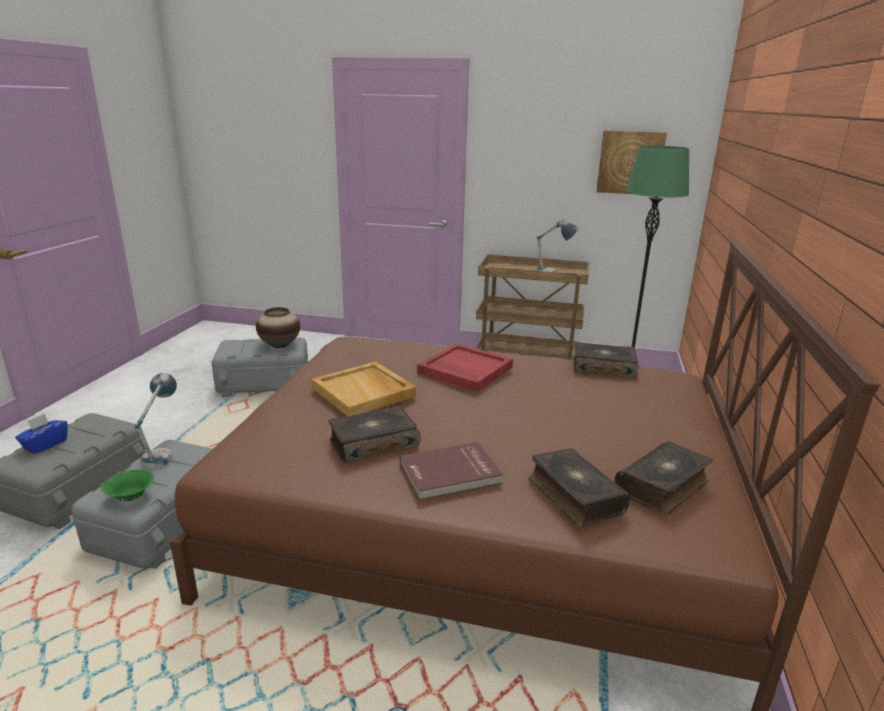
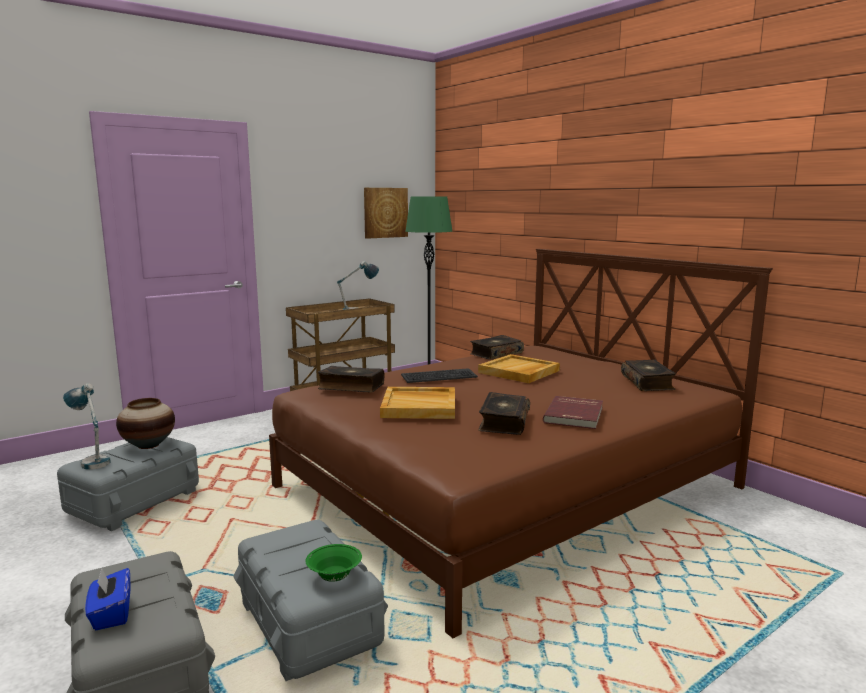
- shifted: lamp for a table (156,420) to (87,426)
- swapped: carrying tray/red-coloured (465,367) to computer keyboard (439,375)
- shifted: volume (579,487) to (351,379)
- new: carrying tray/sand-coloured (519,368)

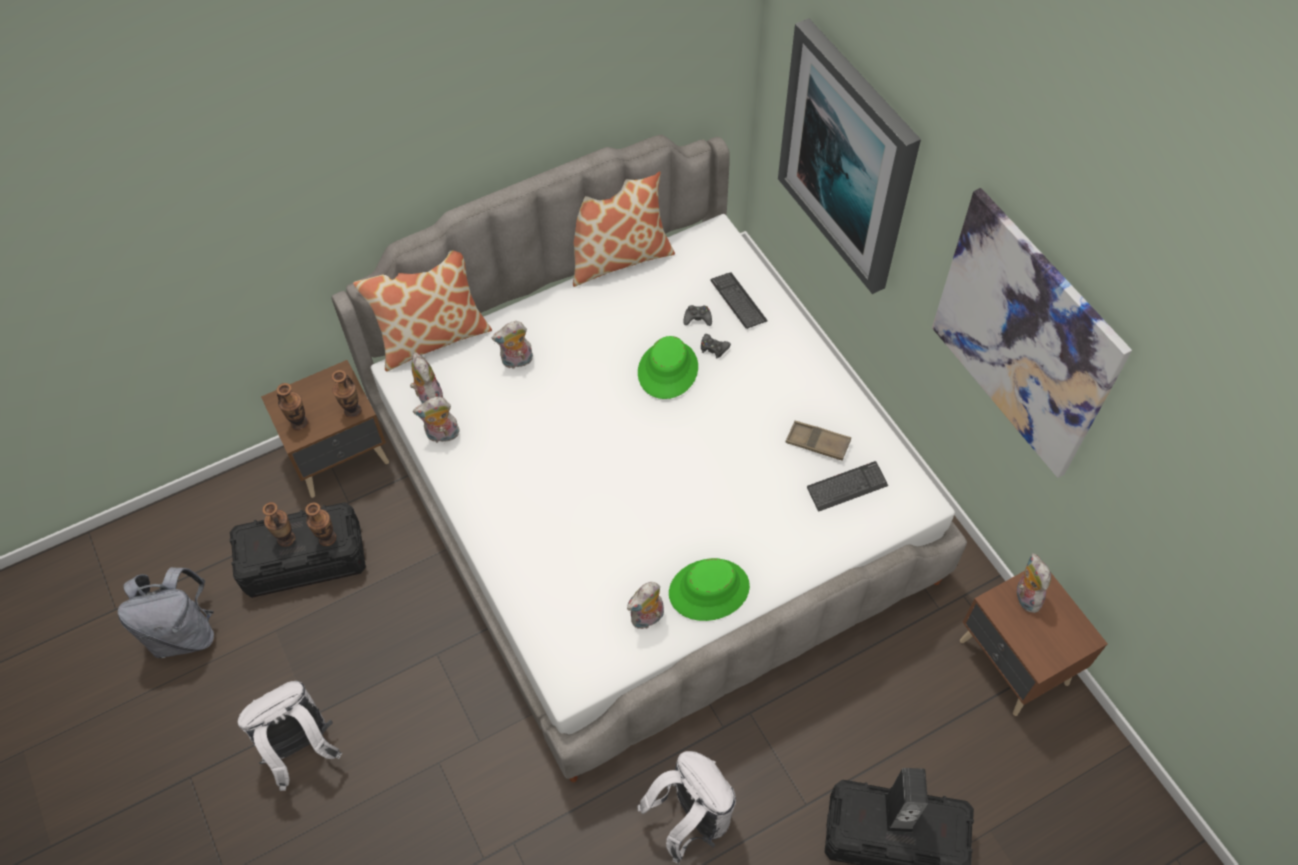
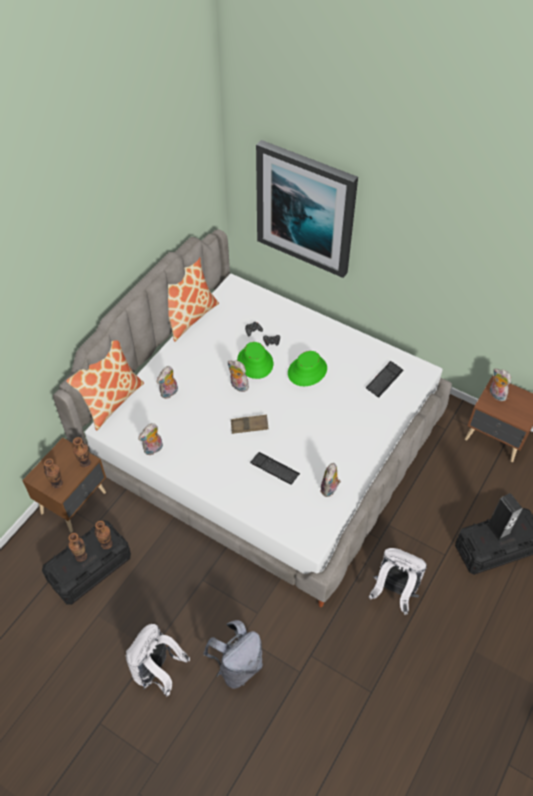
- shifted: backpack/gray (166,612) to (233,654)
- shifted: soft toy (426,378) to (238,376)
- shifted: hat/greenish (709,589) to (307,368)
- shifted: computer keyboard (739,300) to (275,468)
- shifted: carrying tray/brown (818,440) to (249,424)
- gone: picture (1032,333)

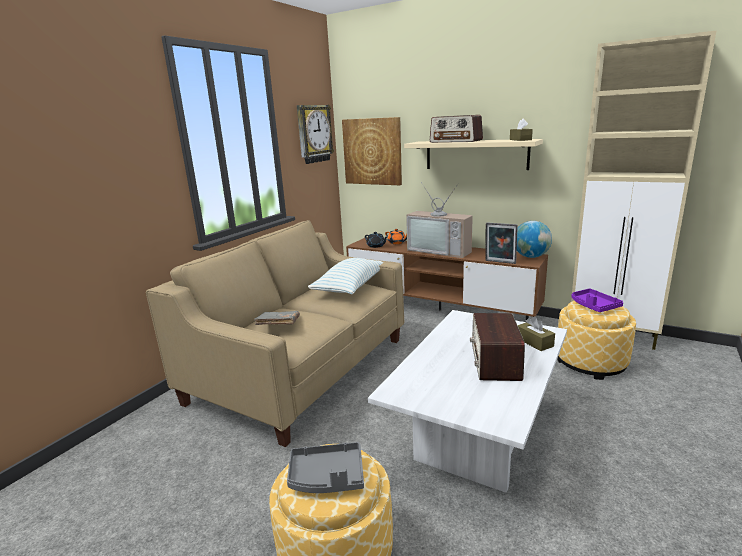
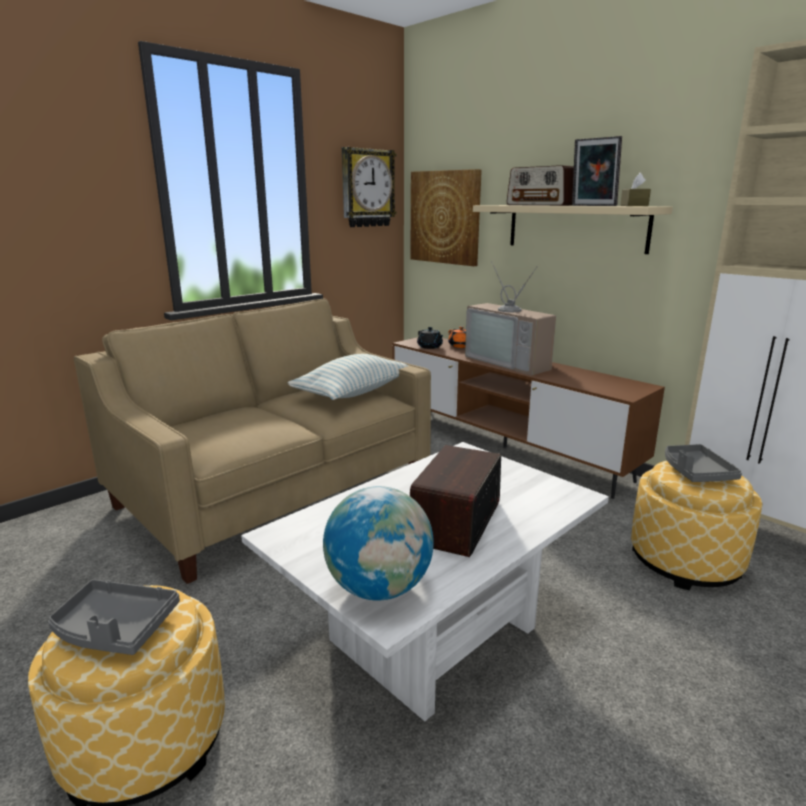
- gone: volume/gray (277,318)
- shifted: picture frame (501,243) to (597,171)
- shifted: world globe (534,239) to (378,543)
- gone: box of tissues/brown (536,333)
- repainted: carrying tray/purple (597,300) to carrying tray/gray (703,463)

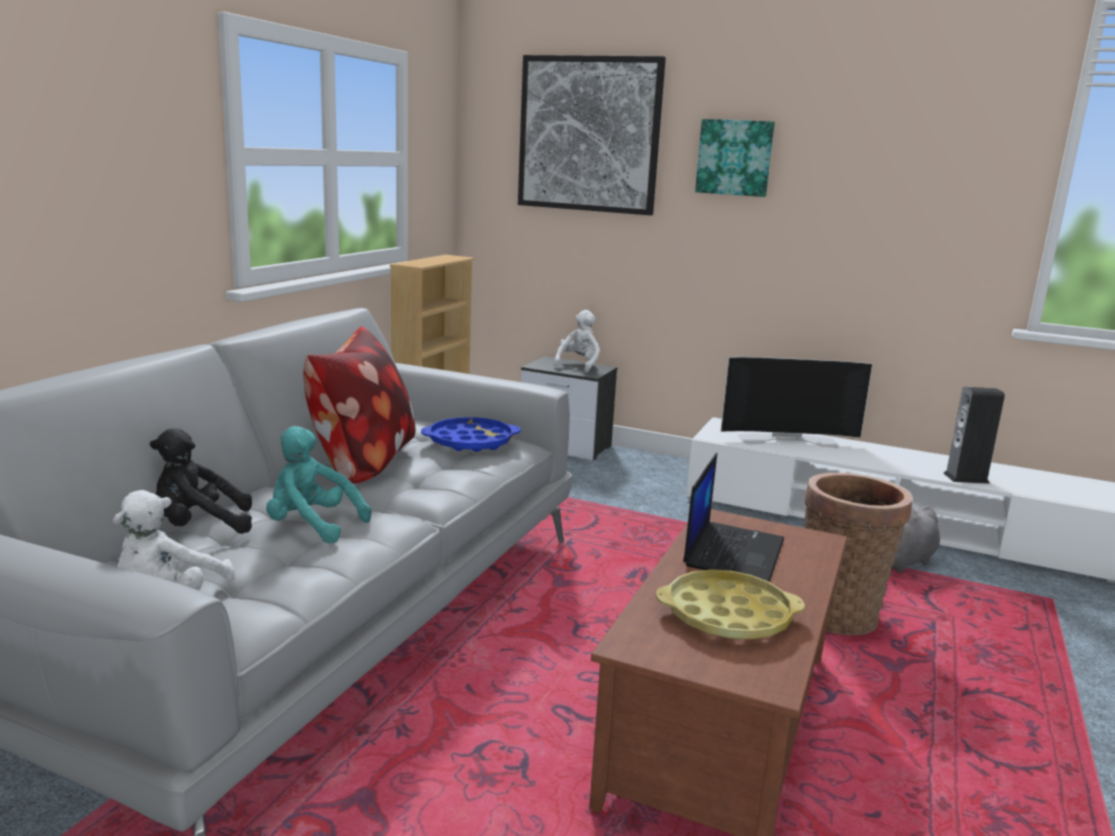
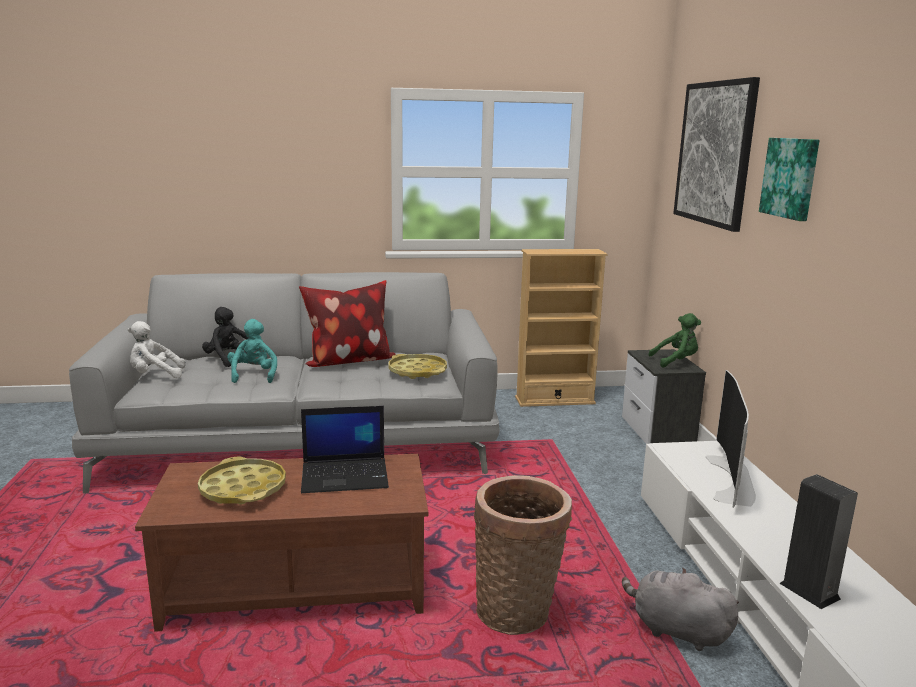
- repainted: carrying tray/blue-coloured (471,434) to carrying tray/yellowish (418,366)
- repainted: soft toy/white (576,341) to soft toy/greenish (674,340)
- rotated: TV (796,402) = (730,439) 45 degrees clockwise

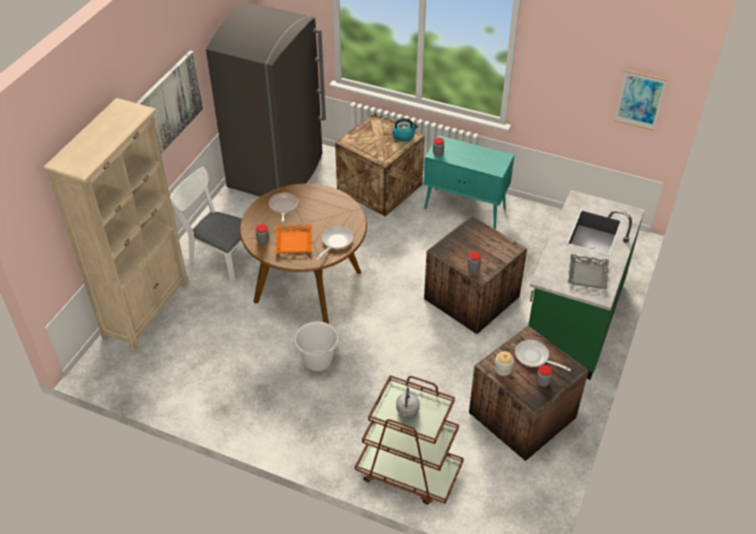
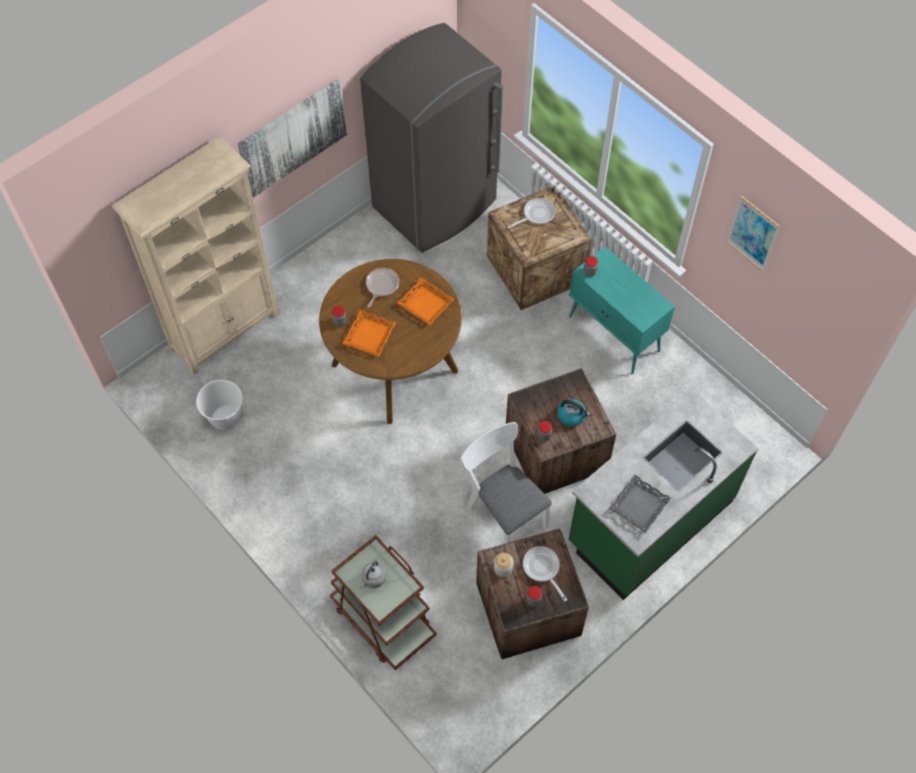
- shifted: upright chair/white (213,226) to (506,483)
- shifted: water bucket/white (317,346) to (219,404)
- shifted: skillet (334,243) to (531,213)
- shifted: kettle (405,129) to (573,412)
- shifted: picture (641,100) to (753,234)
- new: carrying tray/orange-coloured (425,301)

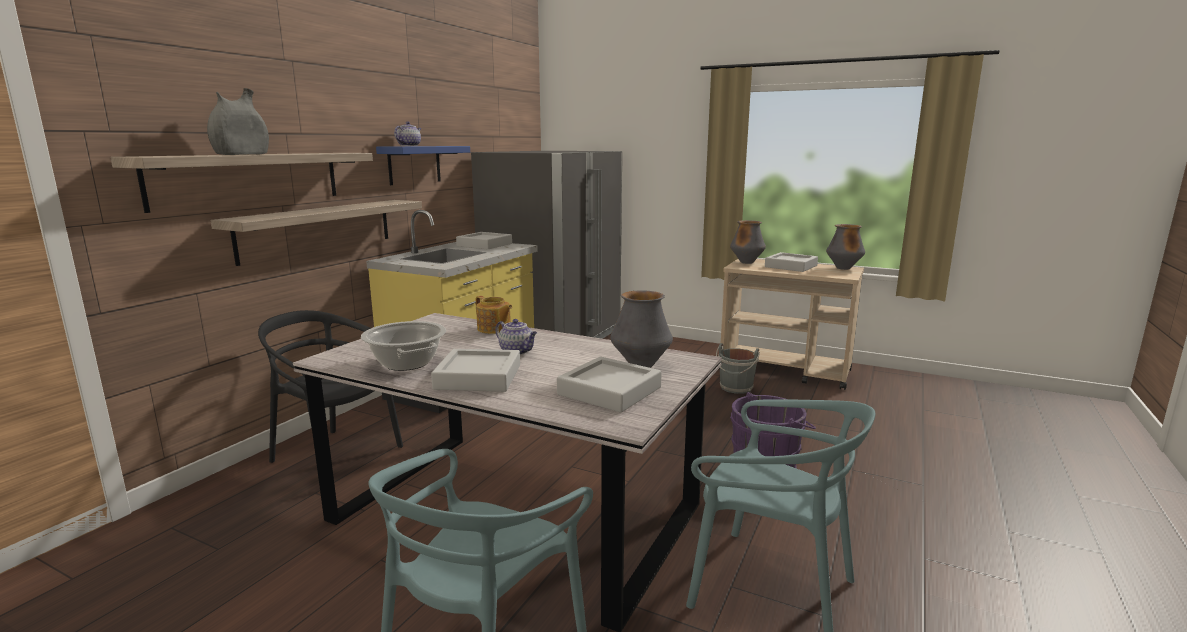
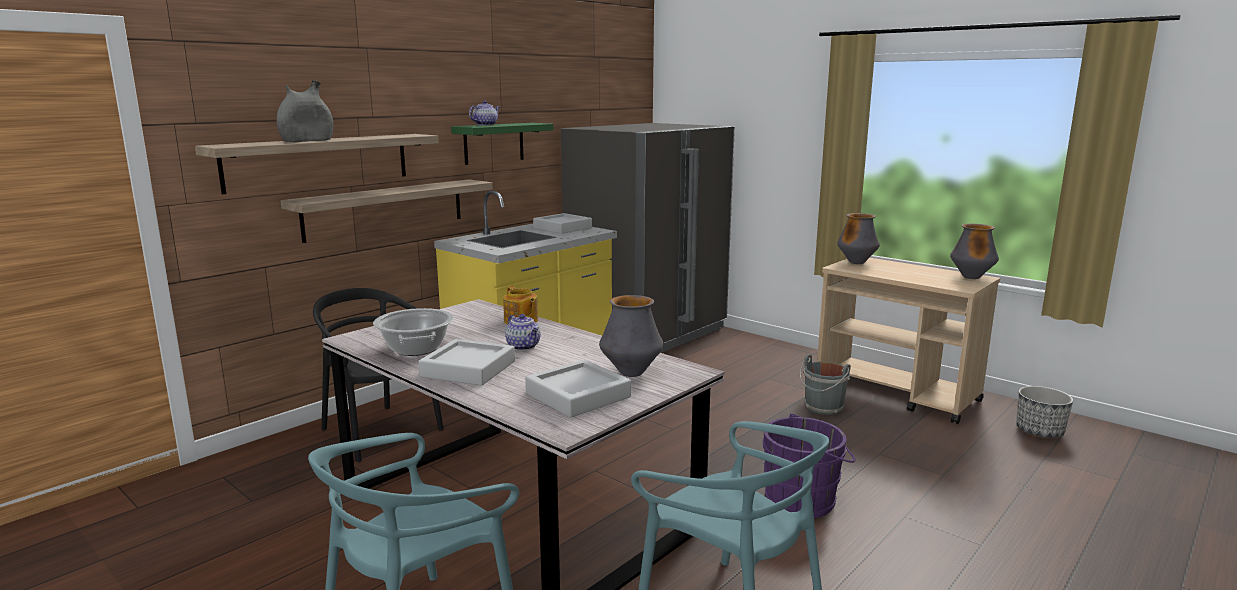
- repainted: bracket shelf/blue-coloured (423,165) to bracket shelf/greenish (502,144)
- gone: carrying tray/gray (791,262)
- new: plant pot (1044,412)

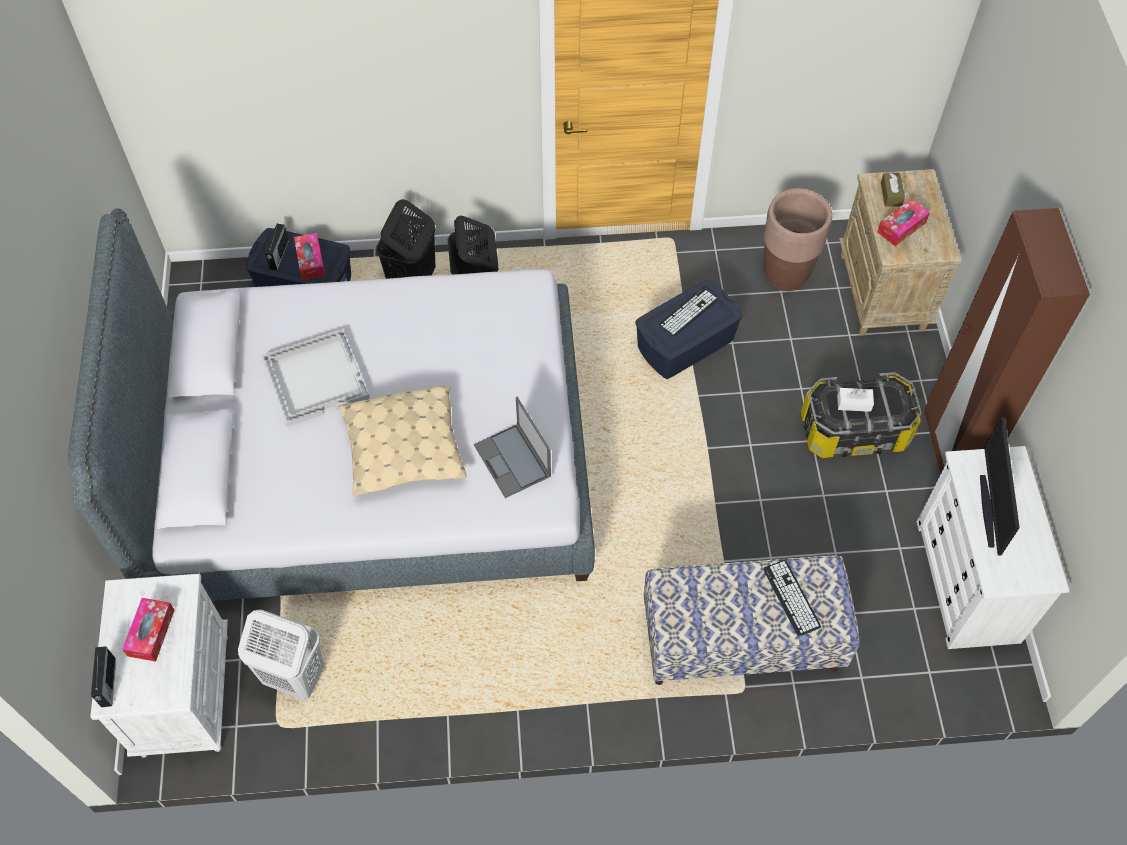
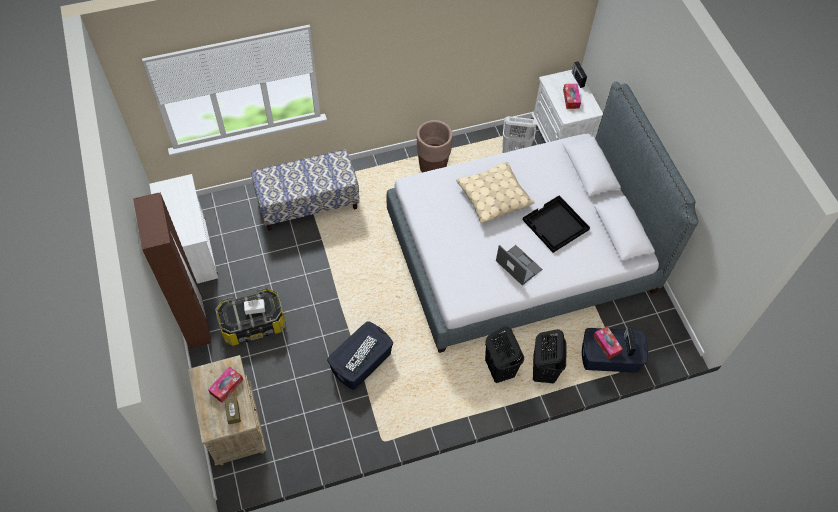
- repainted: carrying tray/white (315,378) to carrying tray/blackish (556,224)
- shifted: portable computer (512,447) to (519,265)
- gone: computer keyboard (792,598)
- shifted: plant pot/brown (798,239) to (435,146)
- gone: computer screen (1000,486)

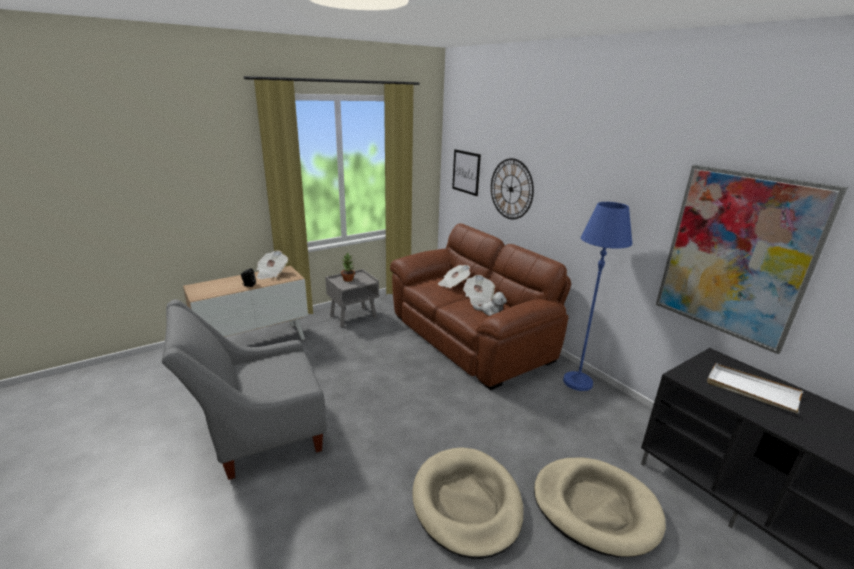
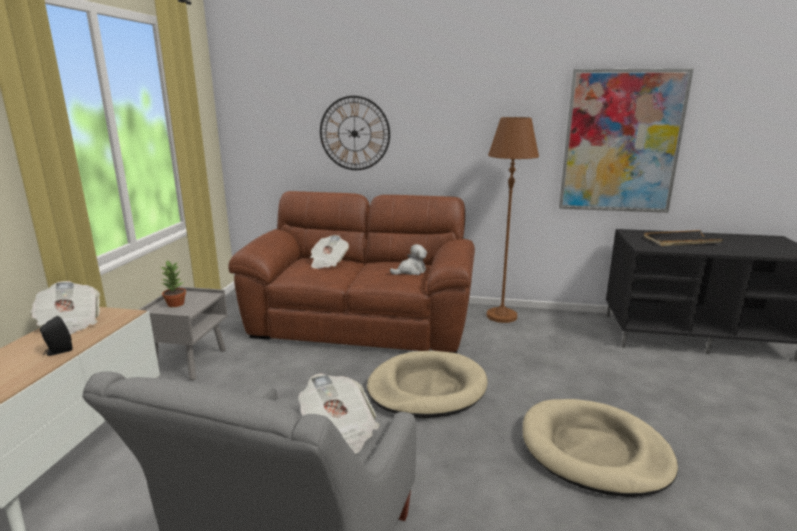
- gone: picture (466,172)
- shifted: newspaper (479,290) to (339,413)
- shifted: dog cushion/sand-coloured (600,507) to (427,384)
- repainted: standing lamp/blue-coloured (597,296) to standing lamp/brown (512,220)
- repainted: carrying tray/white (755,388) to carrying tray/blackish (684,238)

